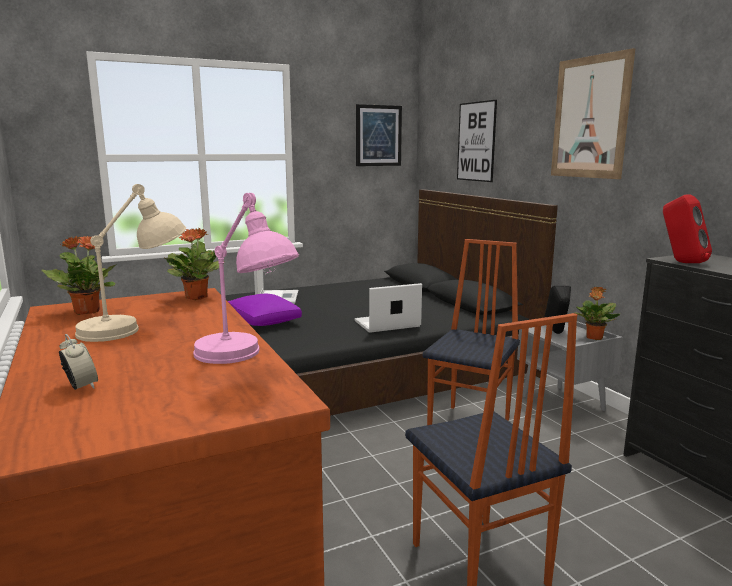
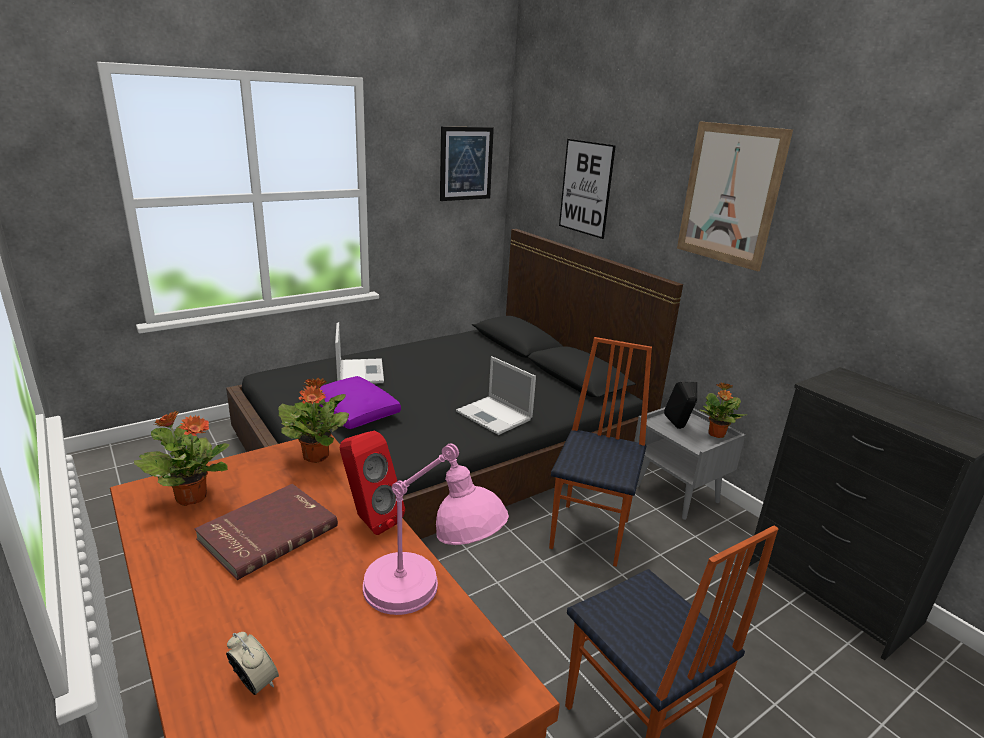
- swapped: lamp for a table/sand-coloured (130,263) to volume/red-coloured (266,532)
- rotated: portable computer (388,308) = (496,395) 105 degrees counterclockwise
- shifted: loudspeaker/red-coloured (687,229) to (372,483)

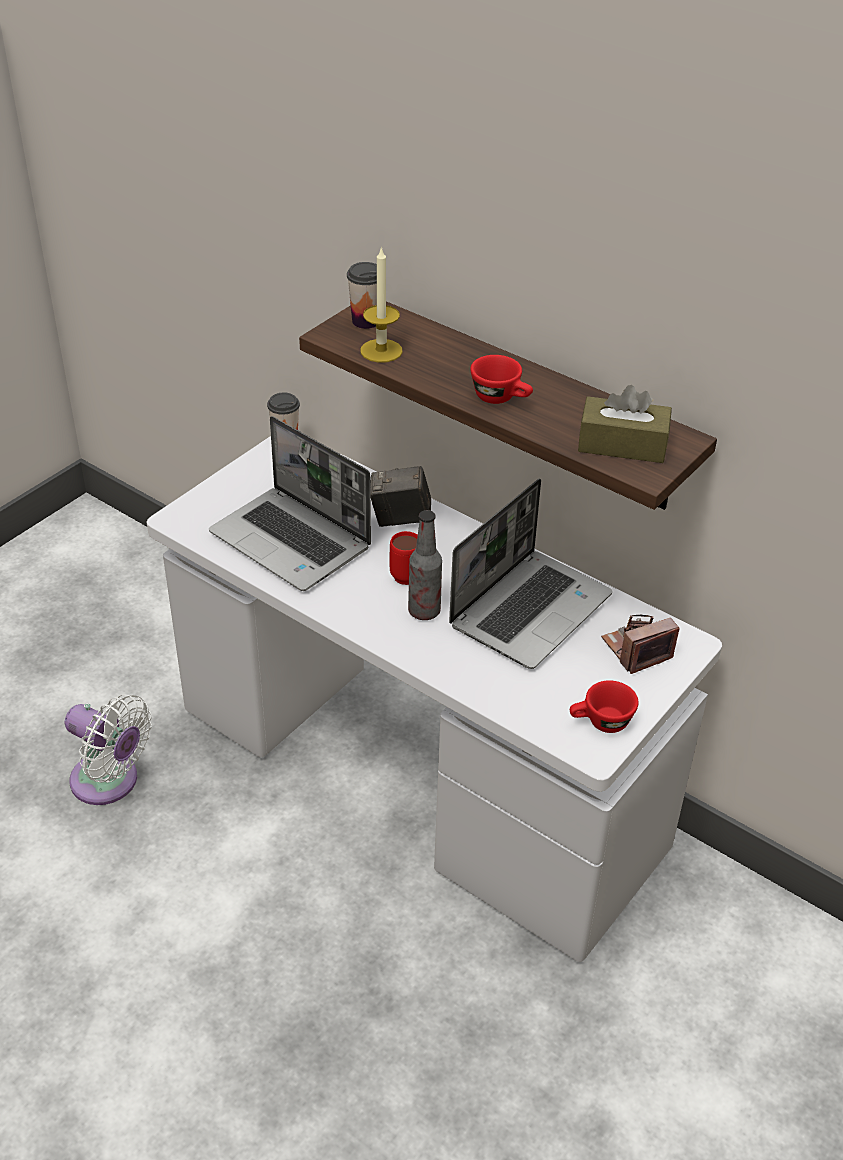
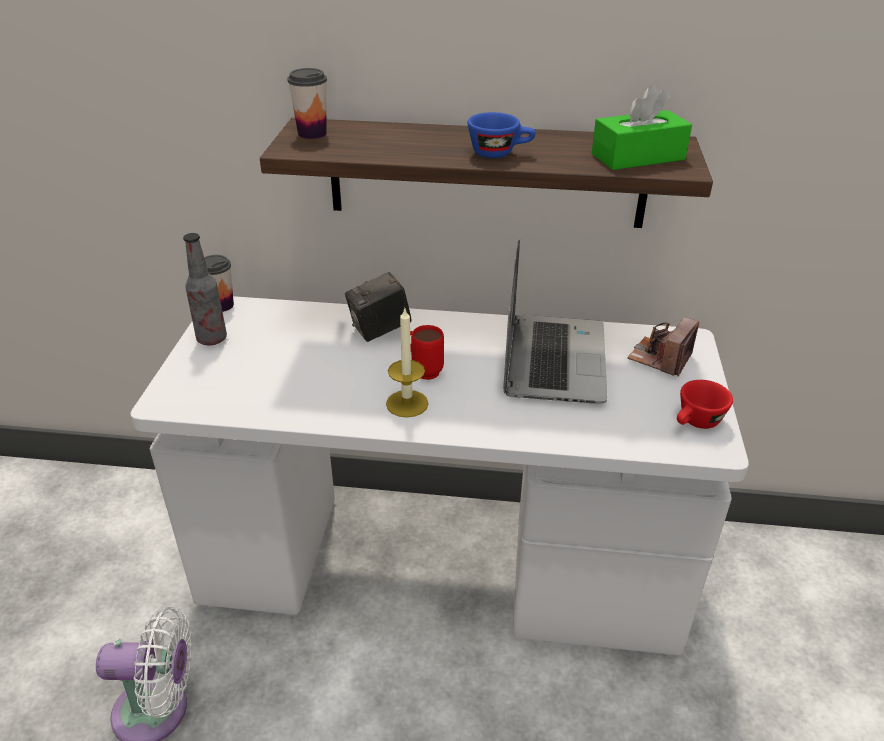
- gone: portable computer (290,503)
- shifted: wax candle (381,304) to (407,363)
- shifted: beverage bottle (425,565) to (205,289)
- repainted: drinking cup/red-coloured (501,379) to drinking cup/blue-coloured (501,135)
- repainted: box of tissues/brown (625,424) to box of tissues/greenish (641,128)

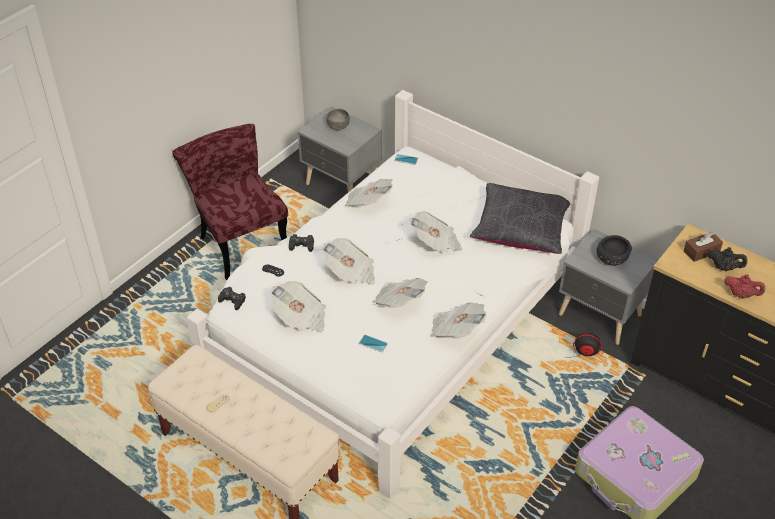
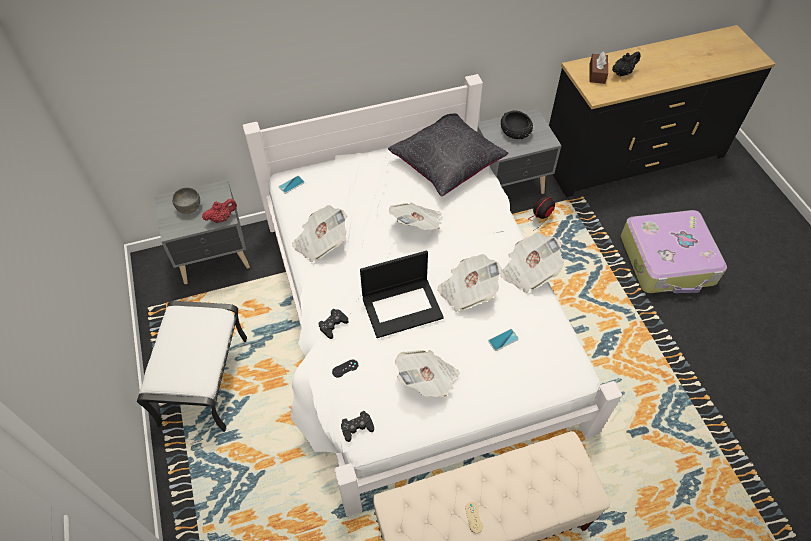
- swapped: upright chair/red-coloured (230,202) to ottoman/white (192,366)
- swapped: newspaper (348,261) to portable computer (402,294)
- shifted: teapot/red-coloured (744,286) to (219,211)

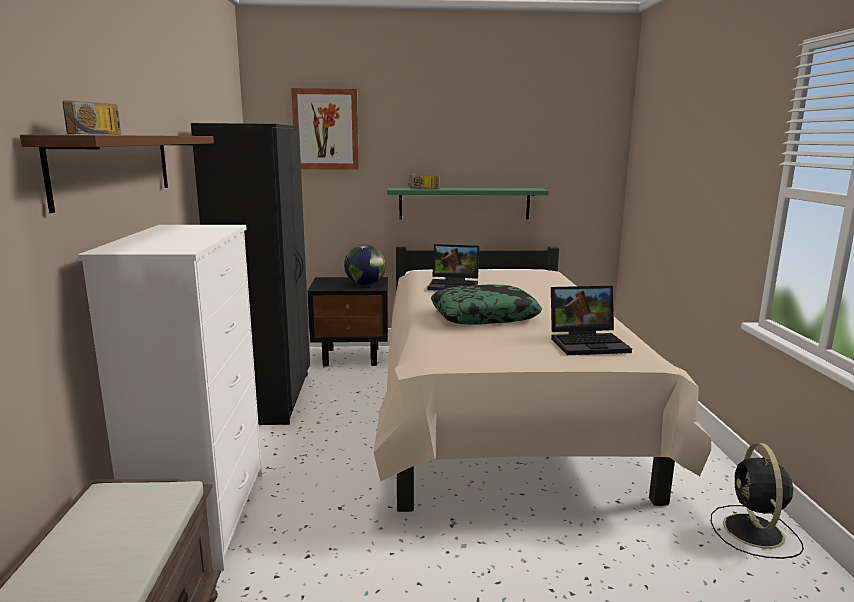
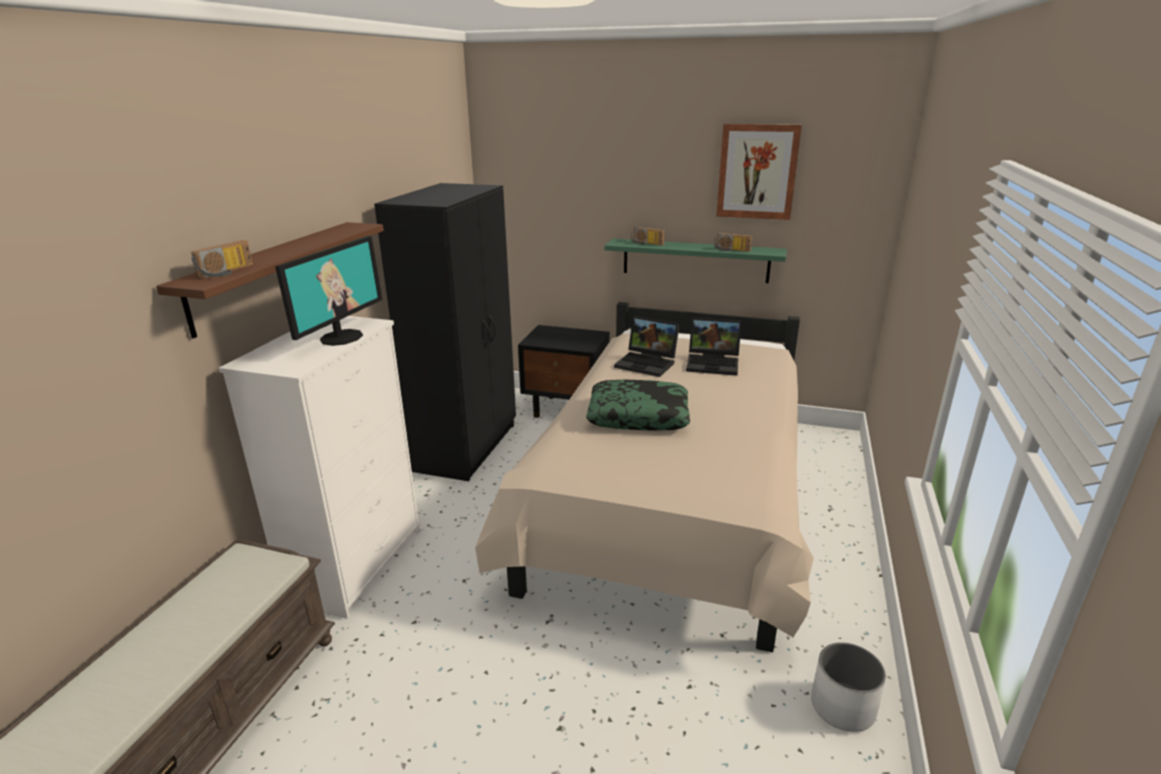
- shifted: picture (325,129) to (759,172)
- gone: world globe (365,265)
- shifted: portable computer (591,320) to (714,347)
- swapped: fan/blackish (757,501) to plant pot/white (848,687)
- new: computer screen (328,291)
- new: radio receiver (733,242)

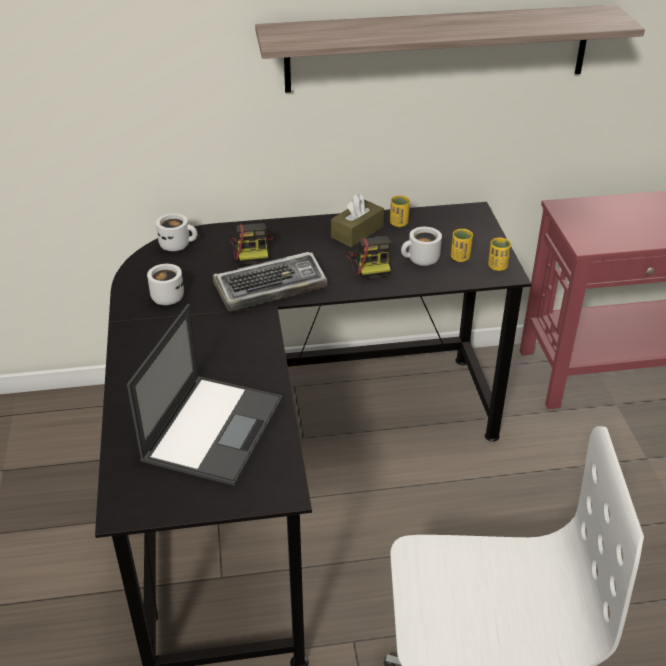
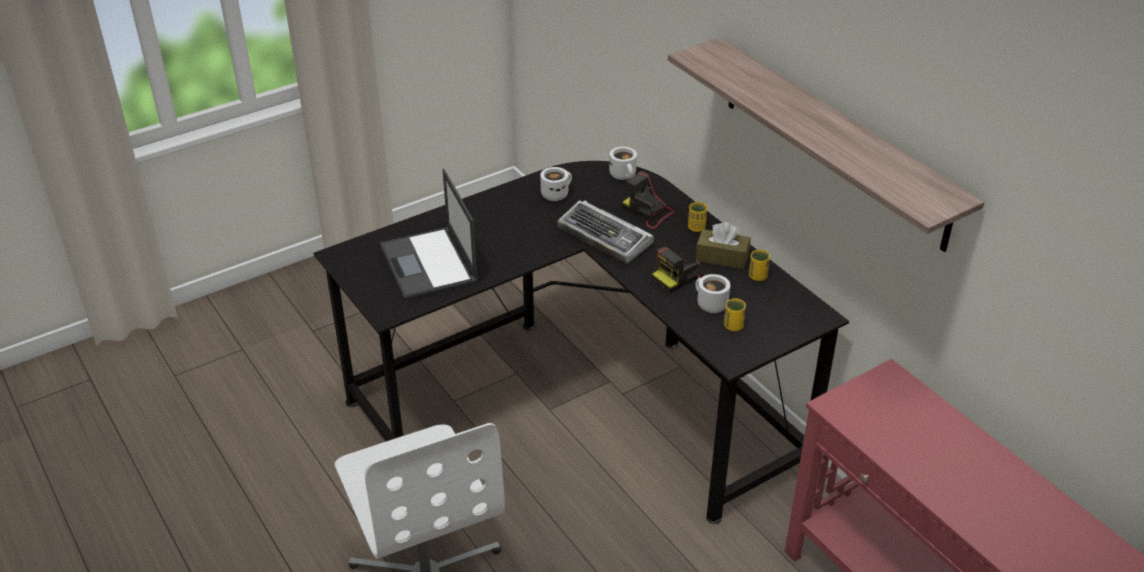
- rotated: portable computer (205,395) = (429,234) 75 degrees clockwise
- rotated: still camera (251,244) = (648,200) 75 degrees clockwise
- shifted: drinking cup/yellowish (499,254) to (697,217)

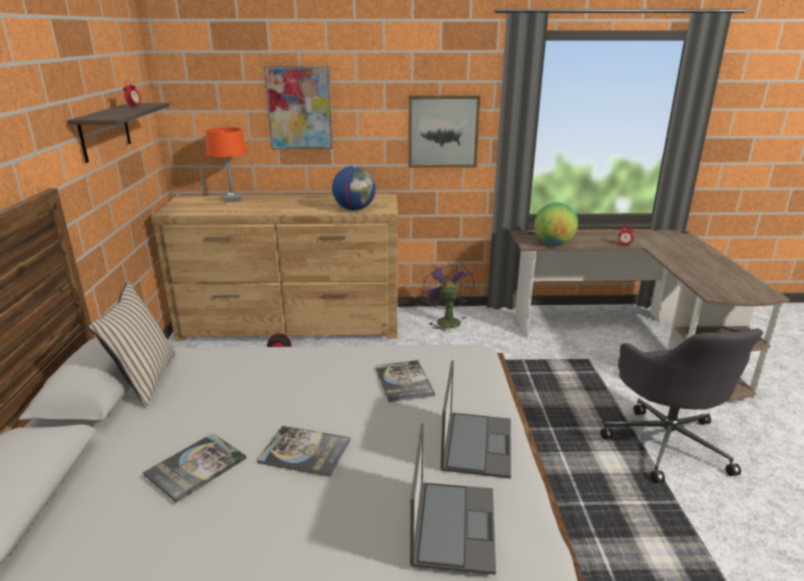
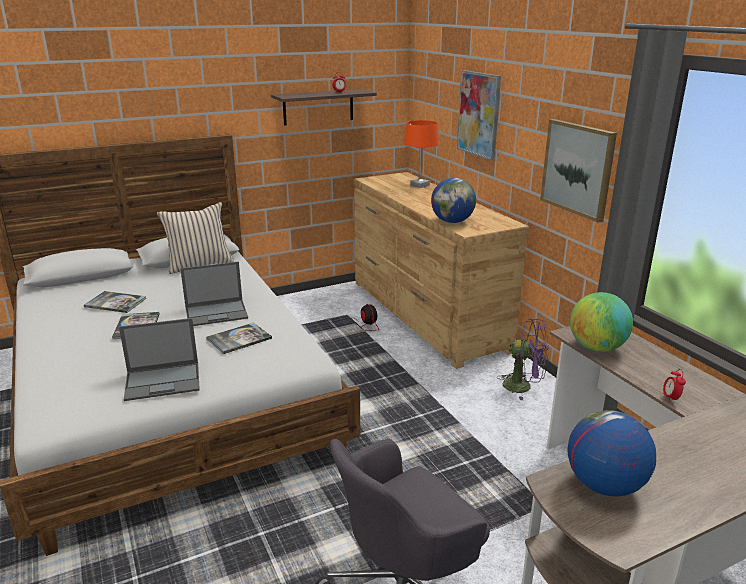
- shifted: portable computer (453,499) to (214,294)
- rotated: fan/purple (448,296) = (523,359) 60 degrees clockwise
- new: world globe (611,453)

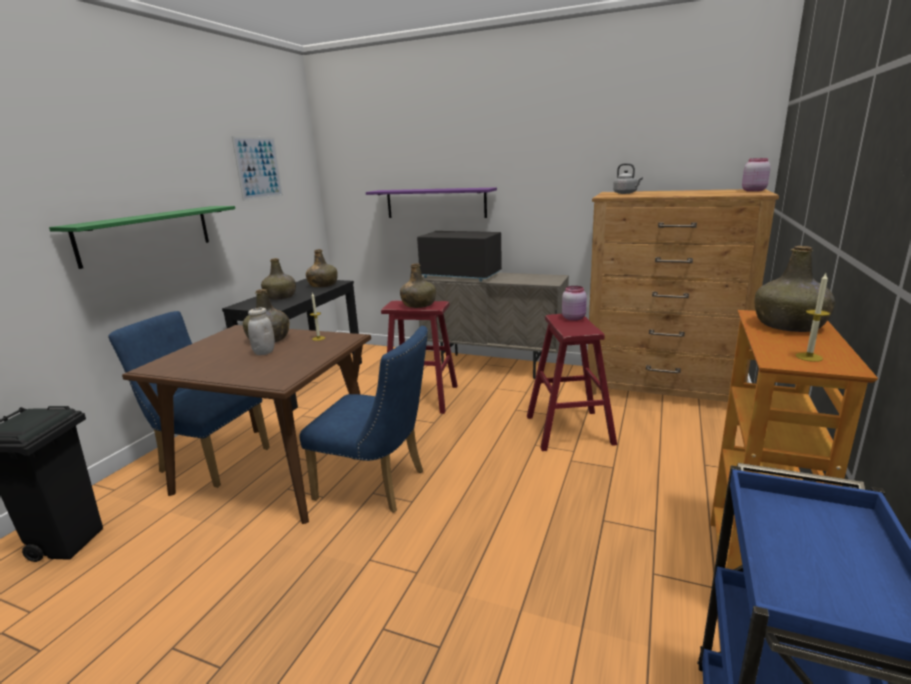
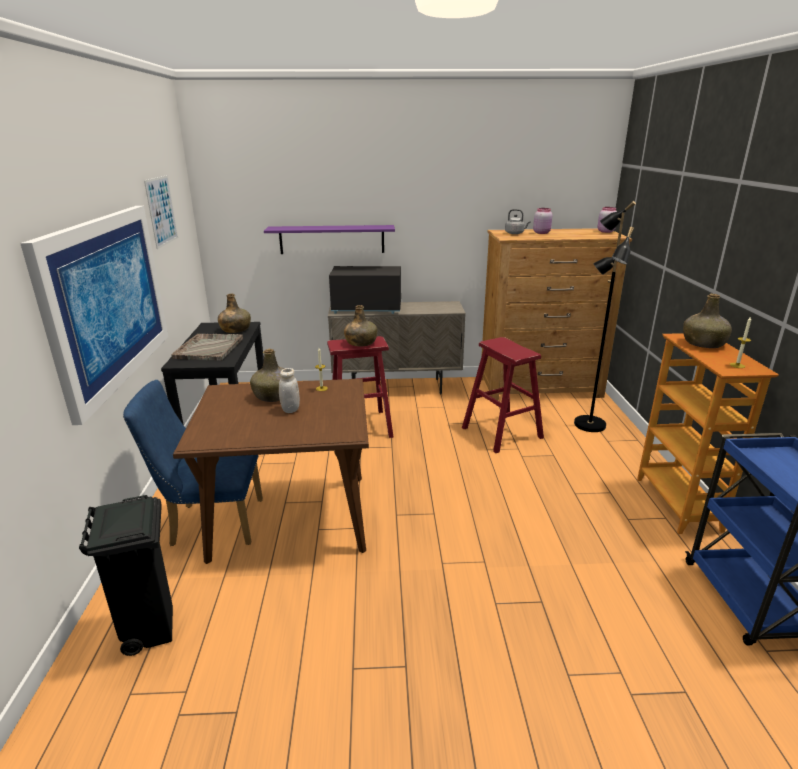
- swapped: bracket shelf/greenish (142,237) to picture (94,315)
- swapped: beverage bottle/greenish (278,279) to carrying tray/gray (207,347)
- gone: upright chair/blue-coloured (363,419)
- shifted: preserve jar/pinkish (574,303) to (542,221)
- new: standing lamp/blackish (605,316)

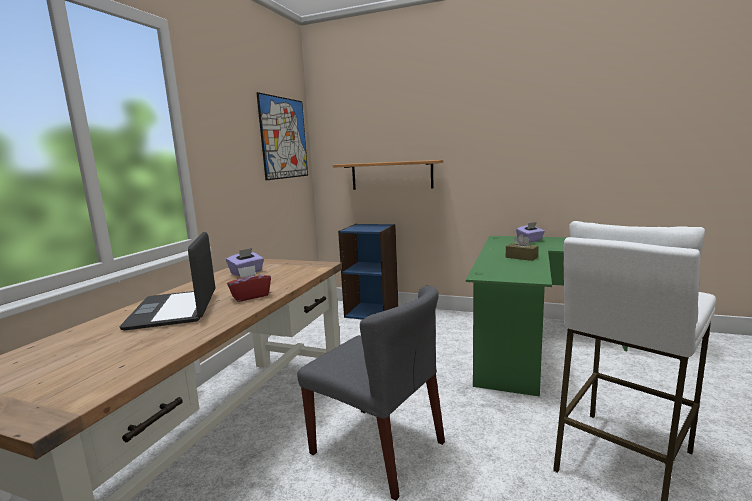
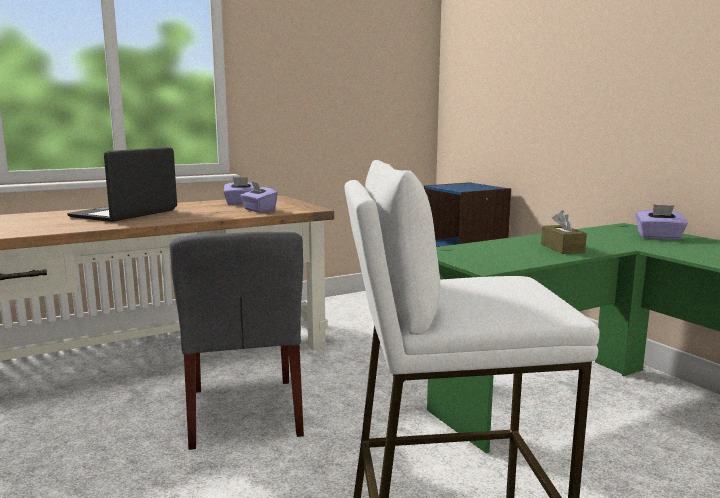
- gone: box of tissues/red-coloured (249,283)
- gone: picture (282,136)
- gone: bracket shelf (388,175)
- new: box of tissues/purple (259,197)

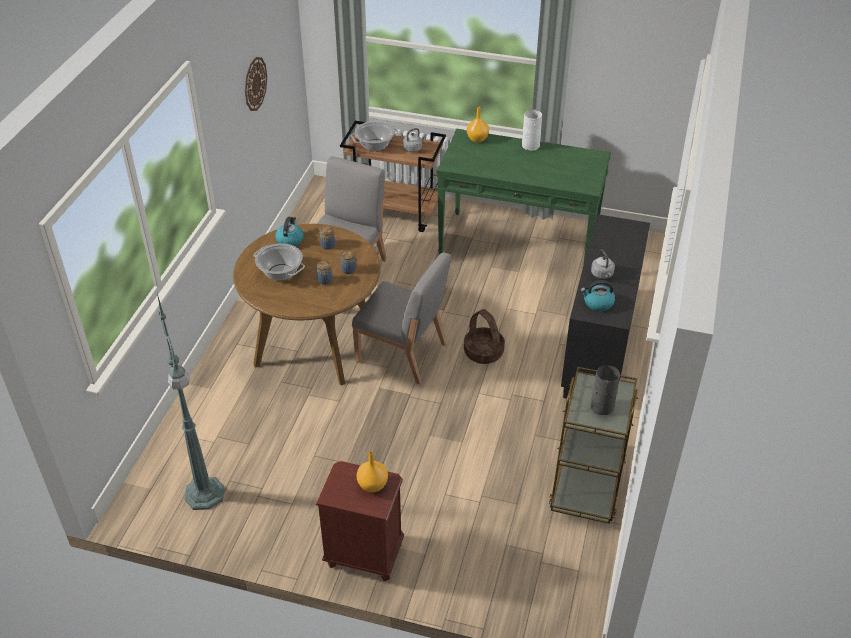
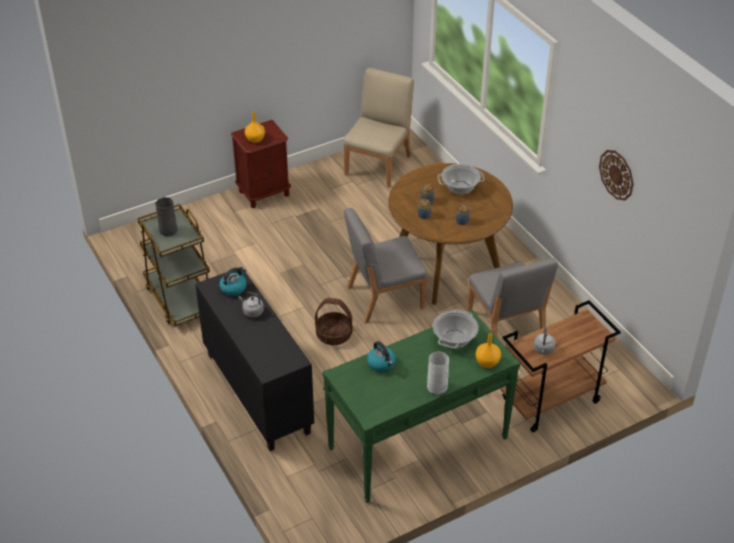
- swapped: standing lamp/greenish (190,401) to upright chair/sand-coloured (378,128)
- shifted: kettle (289,232) to (381,356)
- shifted: stockpot (375,136) to (456,329)

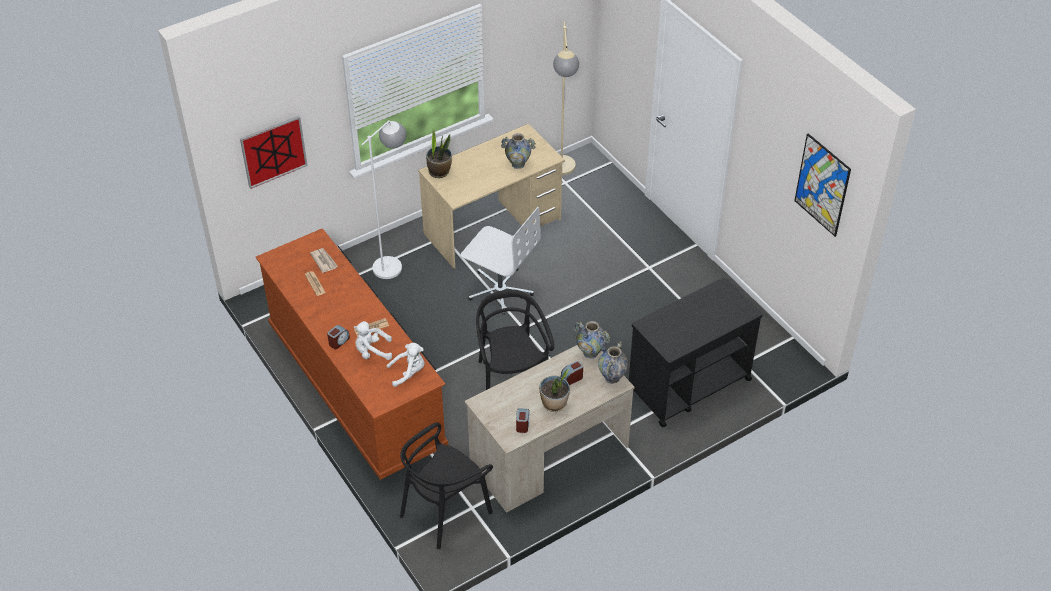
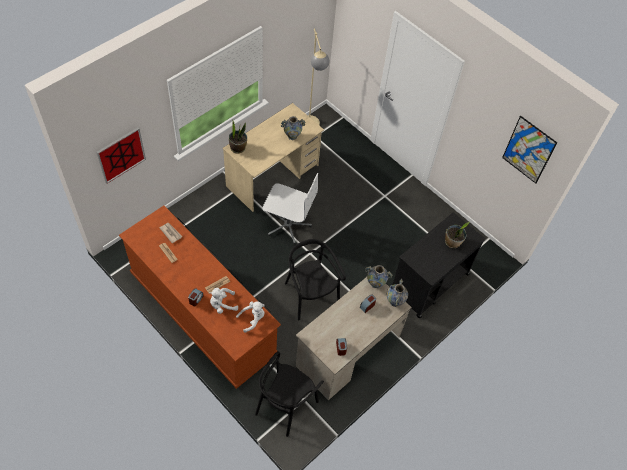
- gone: standing lamp/white (383,199)
- shifted: houseplant (554,390) to (457,235)

